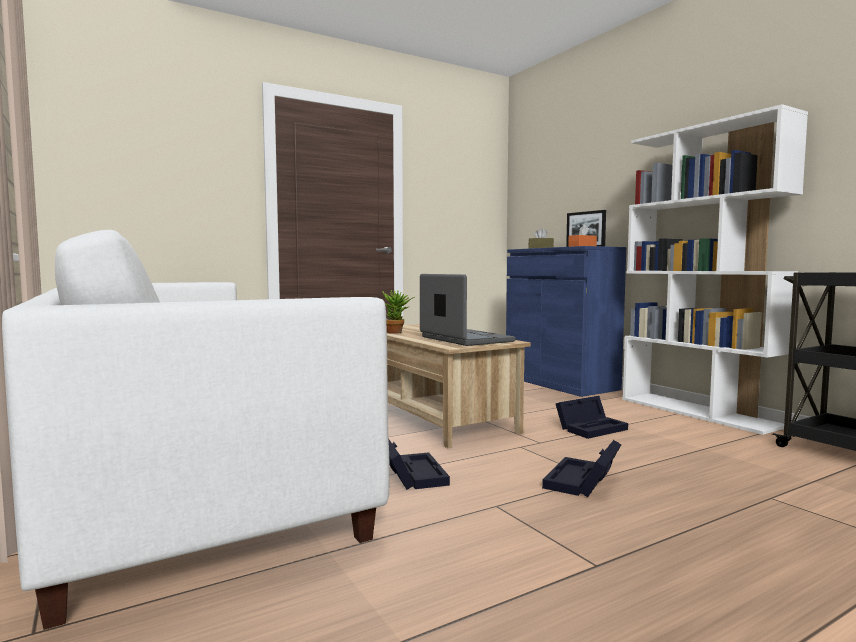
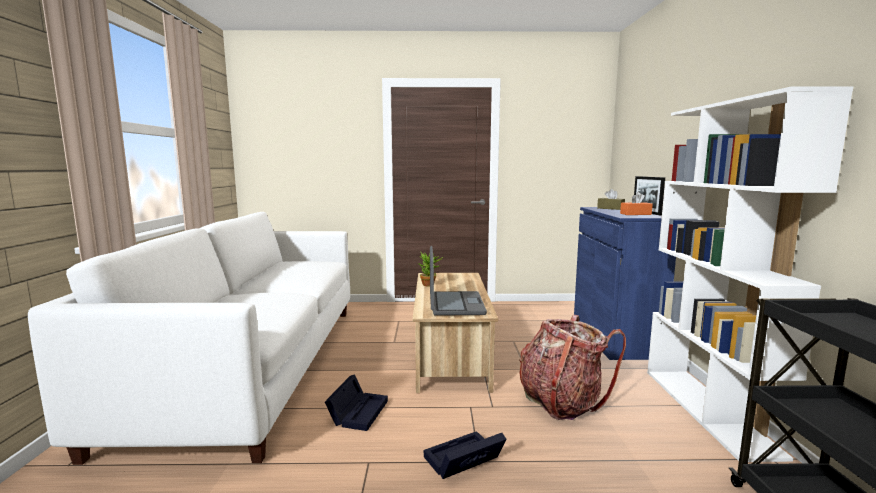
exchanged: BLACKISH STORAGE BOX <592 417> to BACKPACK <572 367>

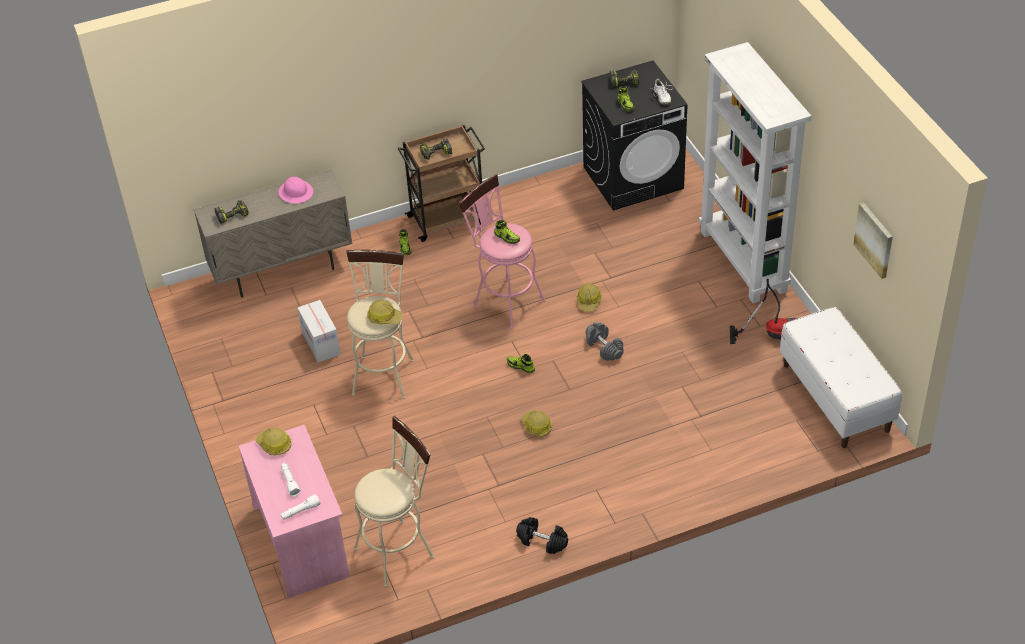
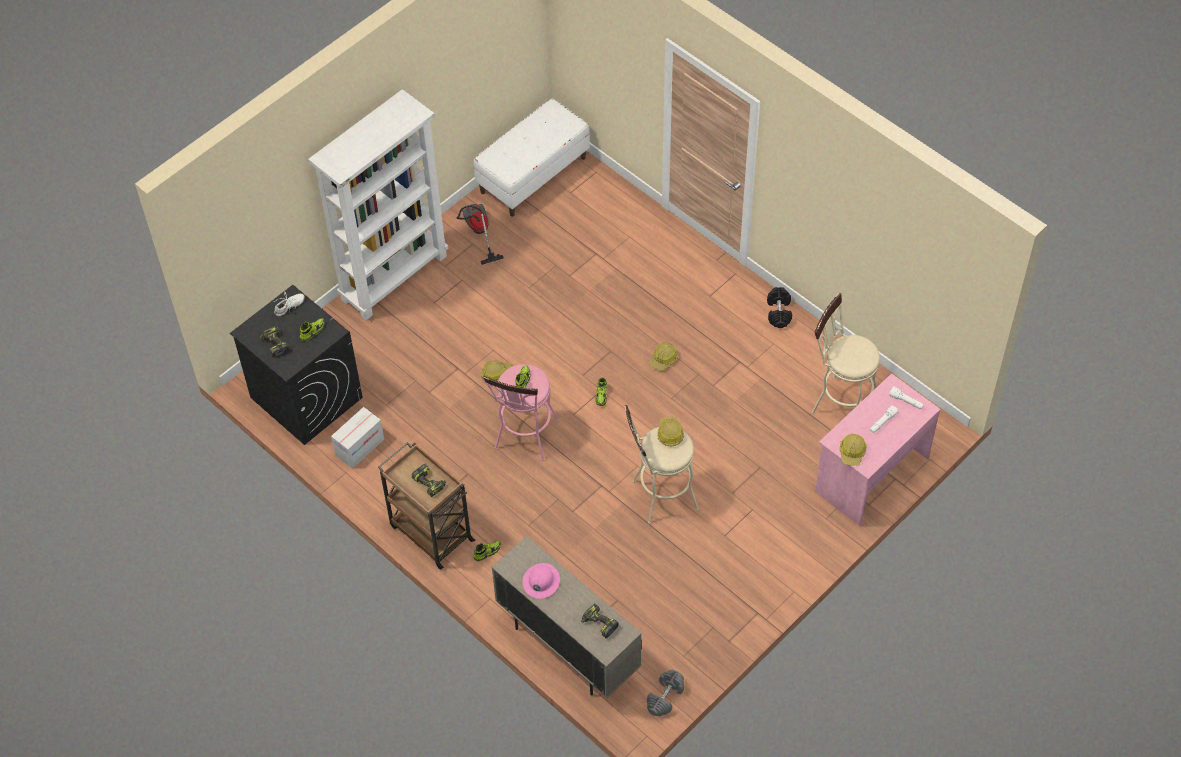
missing: WALL PICTURE <873 240>
relocated: CARTON <319 331> to <357 438>; GREYISH FREE WEIGHT <605 341> to <665 693>

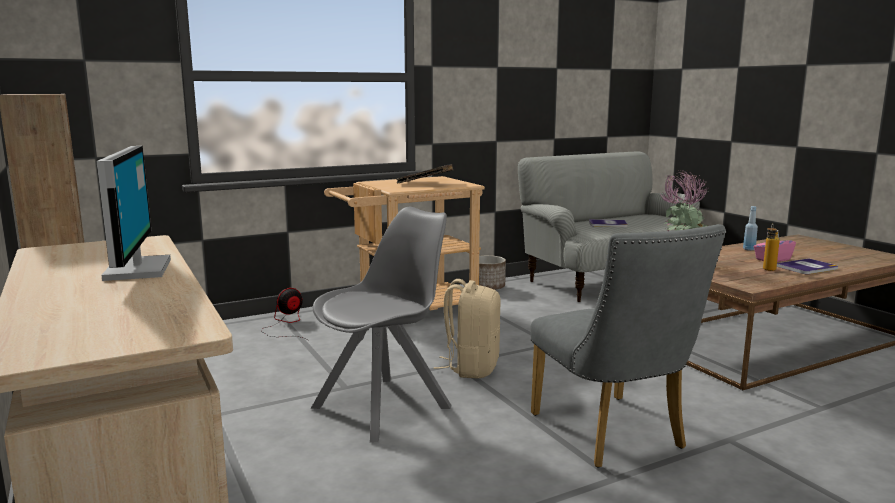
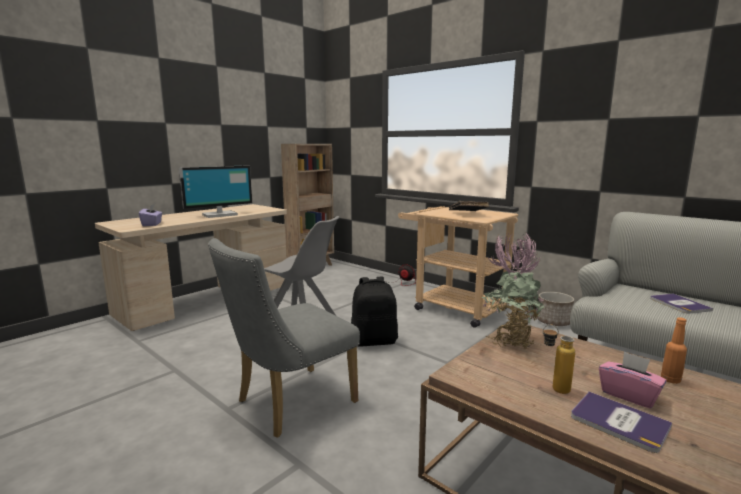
appeared: PURPLE-COLOURED TISSUE HOLDER <150 215>
colour: BLUISH BOTTLE <750 228> to ORANGE-COLOURED BOTTLE <674 350>; BEIGE-COLOURED BACKPACK <467 329> to BLACKISH BACKPACK <374 312>

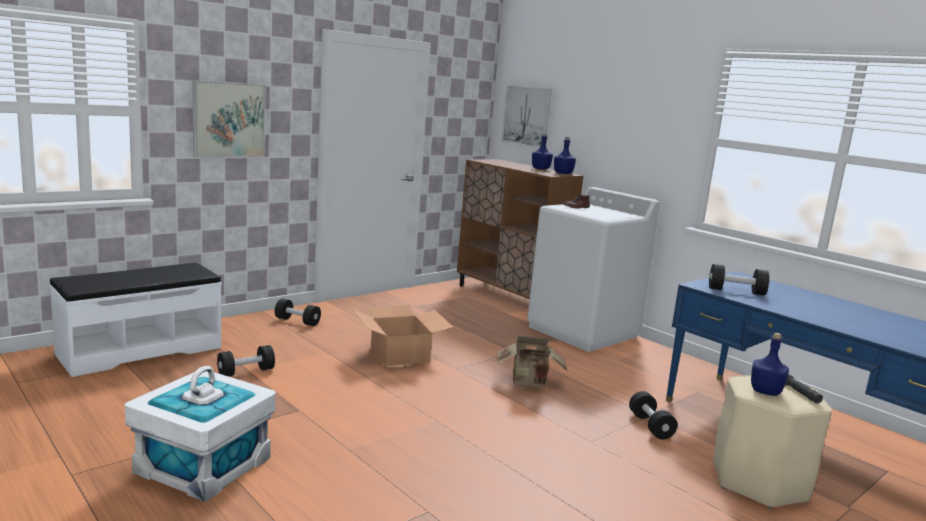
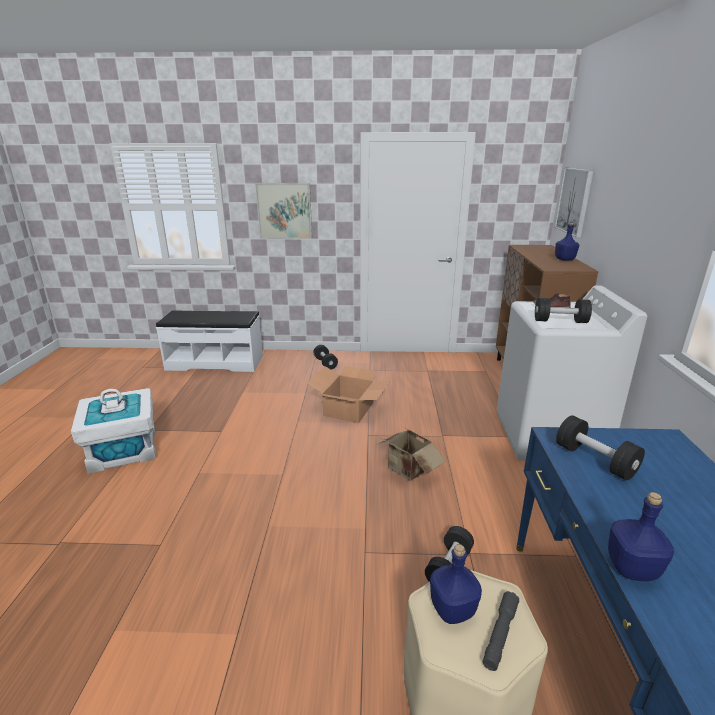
relocated: BLUISH BOTTLE <565 155> to <641 536>; BLACKISH FREE WEIGHT <246 360> to <563 310>

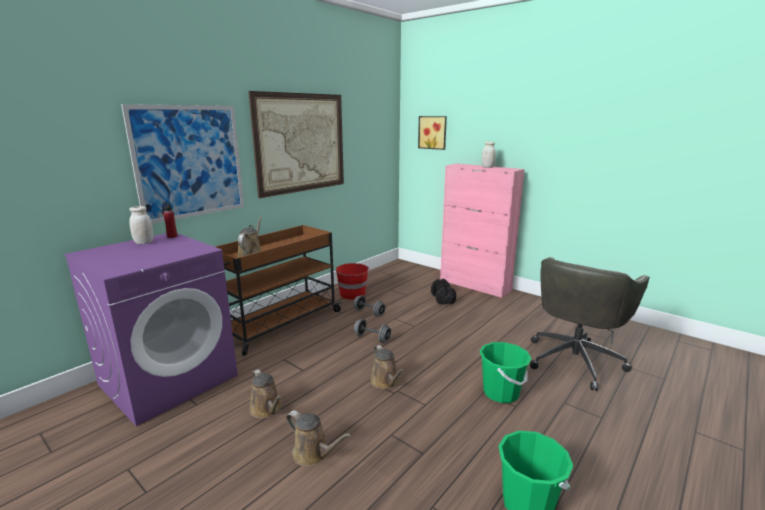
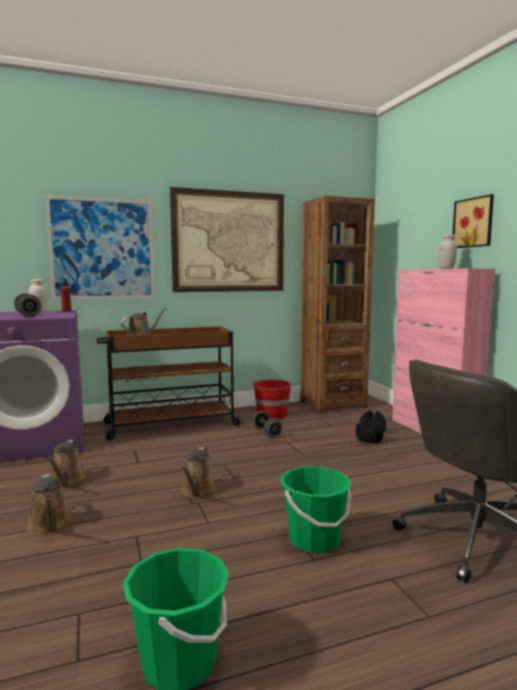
appeared: BROWNISH BOOKSHELF <337 305>
relocated: WALL PICTURE <432 133> to <473 221>; GREYISH FREE WEIGHT <372 330> to <27 304>

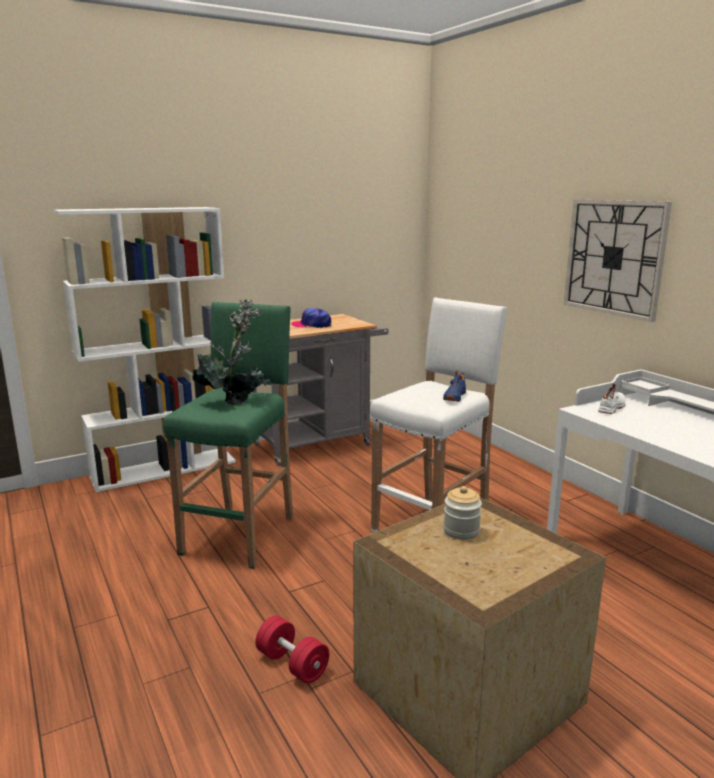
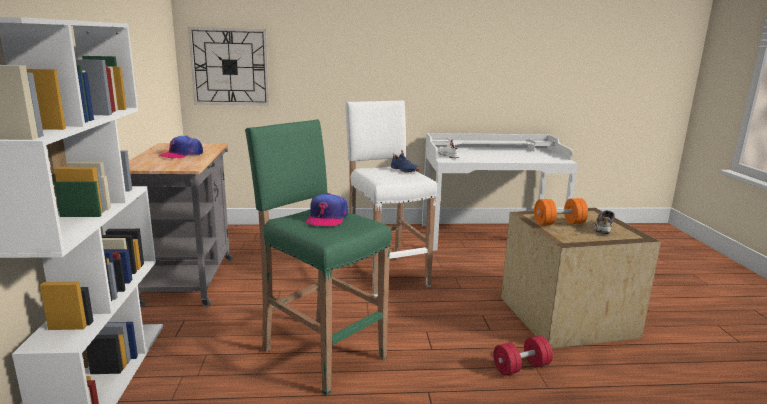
appeared: LOW SHOE <604 222>
relocated: WALL CLOCK <618 261> to <228 66>
exchanged: POTTED PLANT <232 352> to BASEBALL CAP <327 210>; STORAGE JAR <462 513> to ORANGE-COLOURED FREE WEIGHT <561 211>

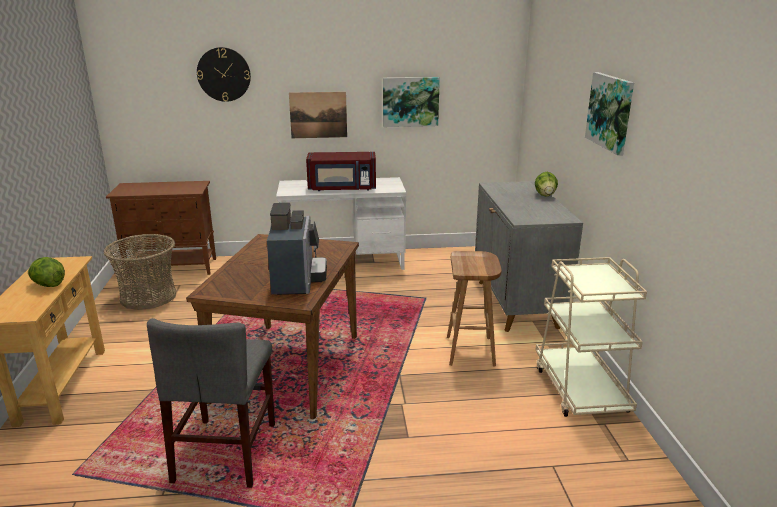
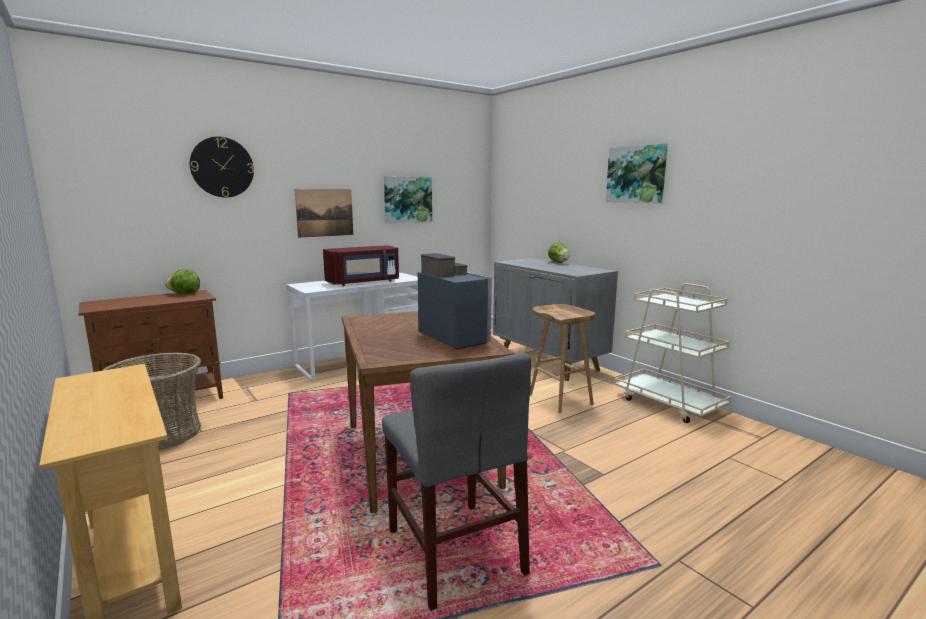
relocated: LETTUCE <46 272> to <182 281>

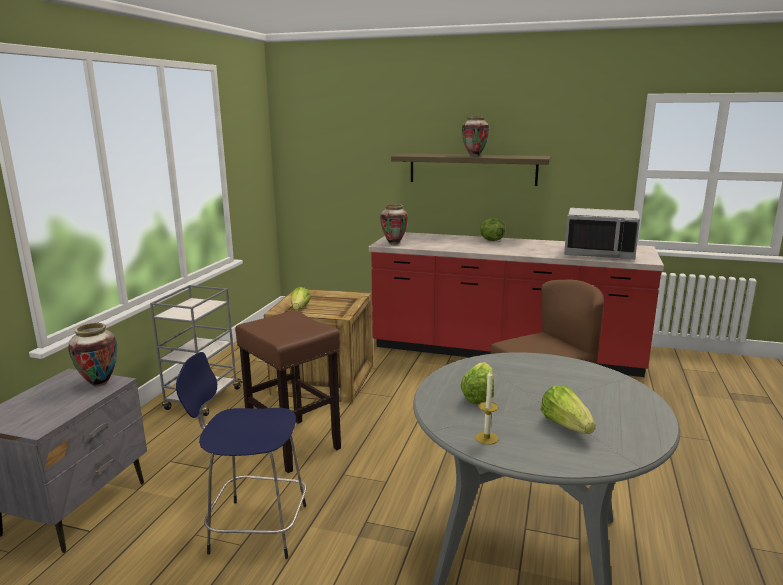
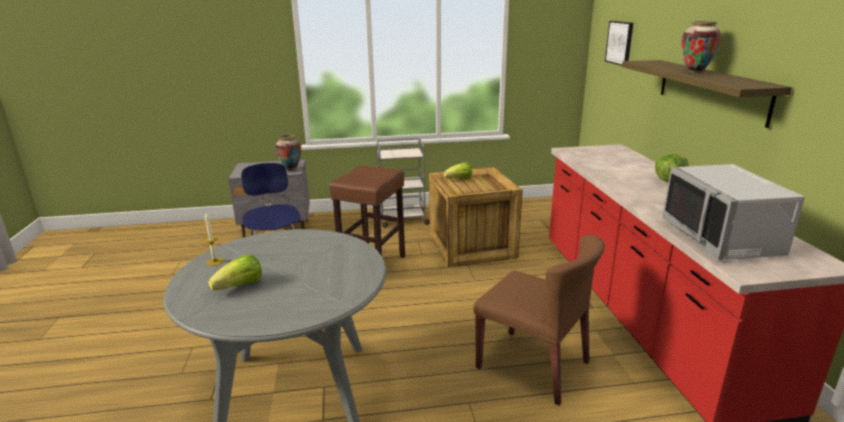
missing: DECORATIVE VASE <394 224>; LETTUCE <477 383>
appeared: WALL PICTURE <619 43>

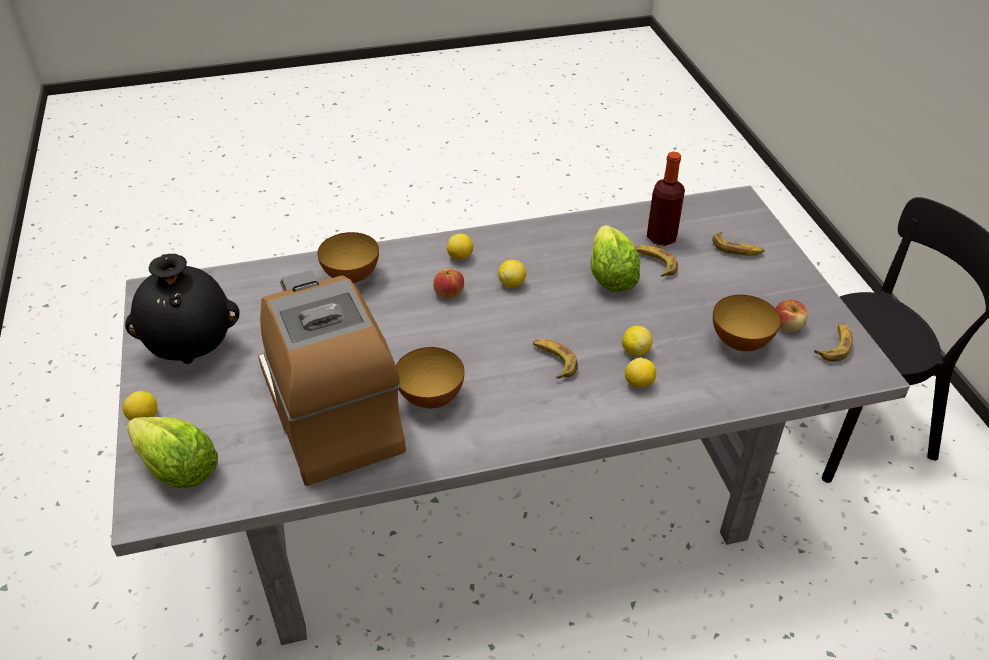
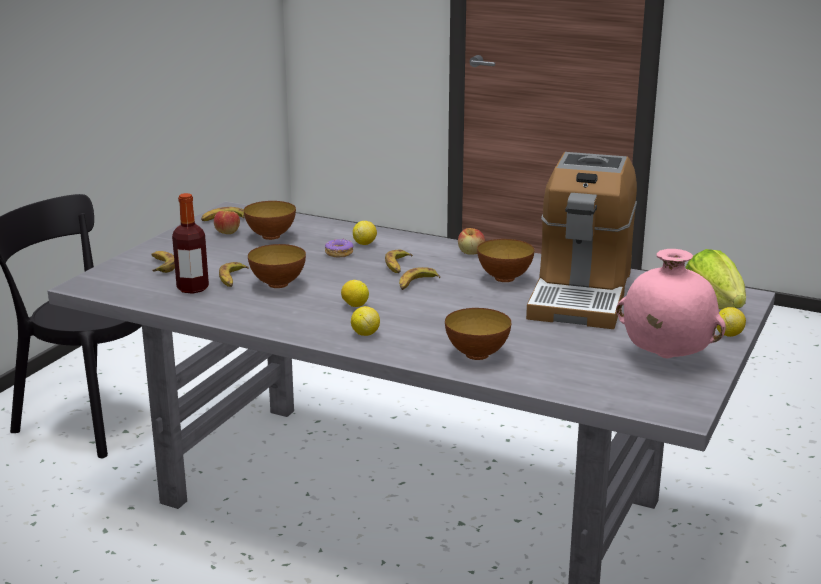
appeared: WHOLE BANANA <419 278>
relocated: WHOLE APPLE <448 284> to <471 241>
exchanged: LETTUCE <615 258> to BOWL <277 266>; LEMON <637 341> to RING DOUGHNUT <339 248>
colour: BLACKISH DECORATIVE VASE <182 309> to PINK DECORATIVE VASE <671 303>

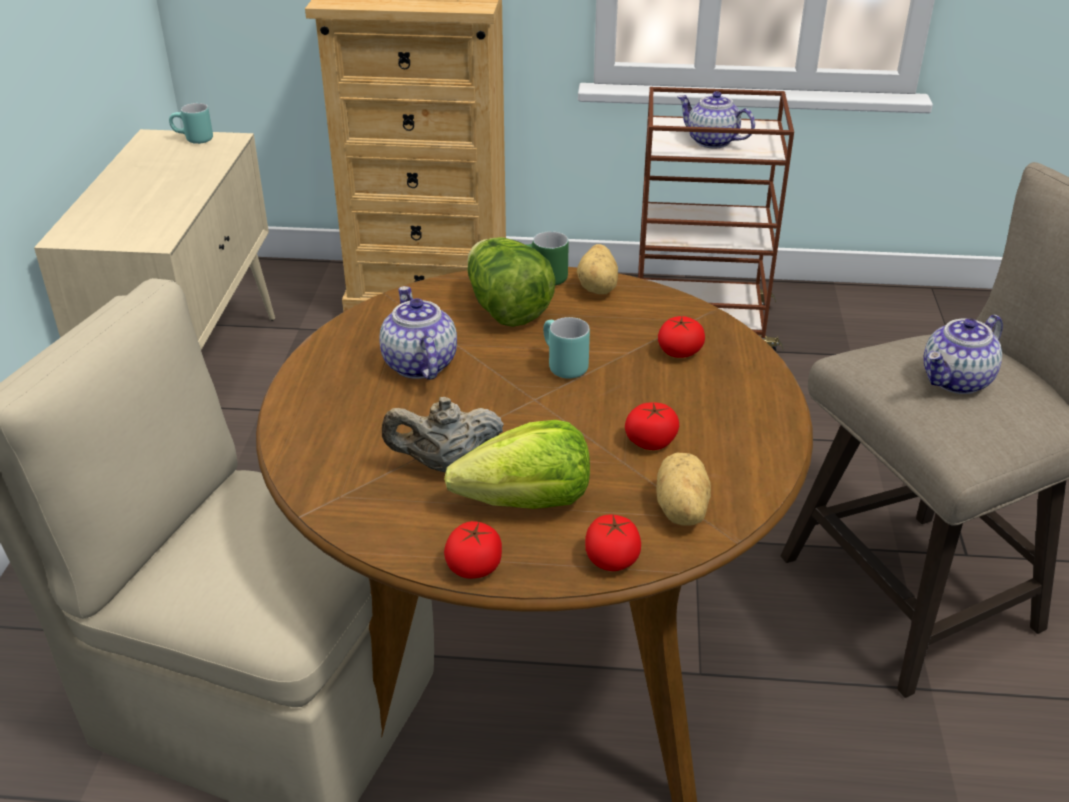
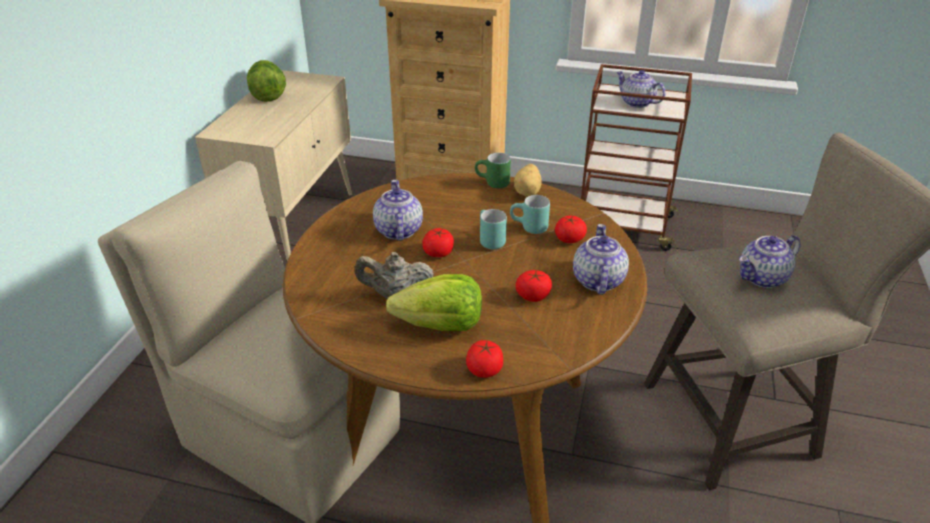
missing: POTATO <683 489>
appeared: TEA POT <601 259>
relocated: BLUE-GREEN COFFEE MUG <191 123> to <530 214>; LETTUCE <511 282> to <266 81>; FRESH TOMATO <473 550> to <438 242>

